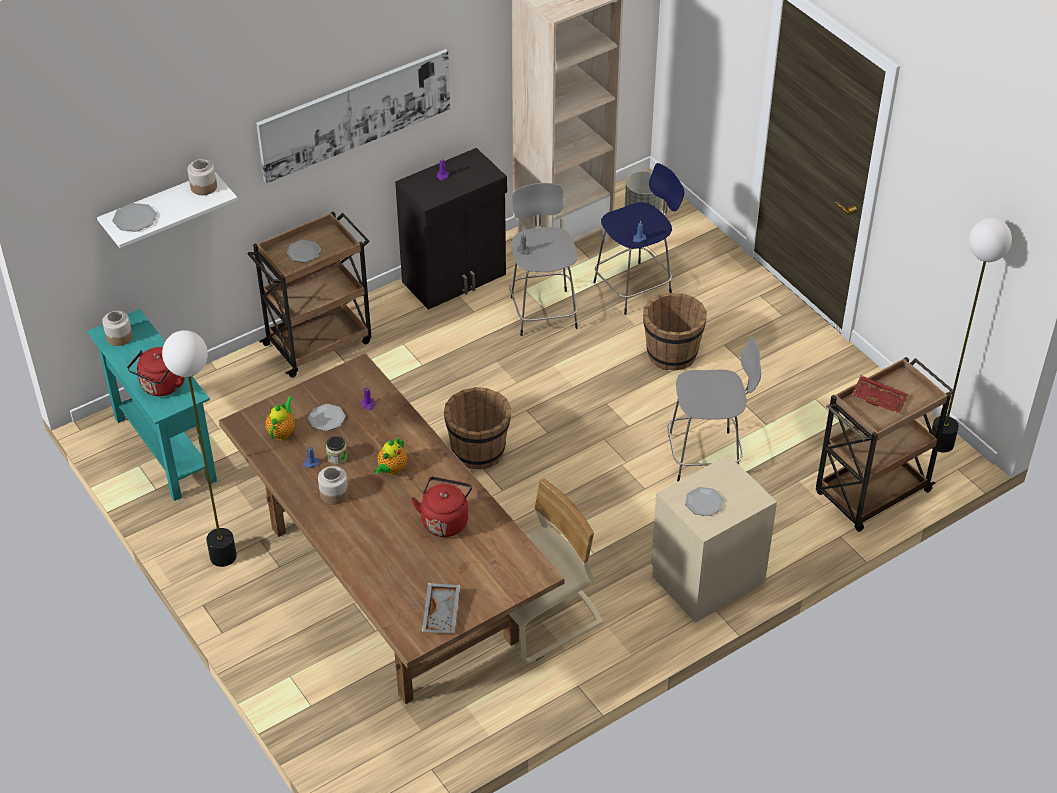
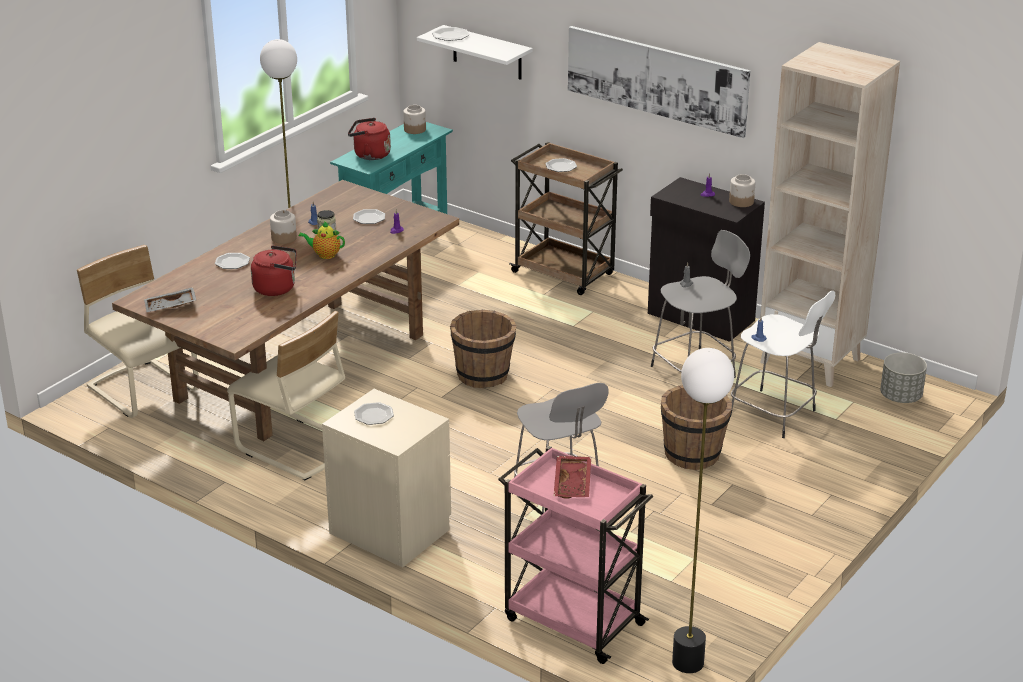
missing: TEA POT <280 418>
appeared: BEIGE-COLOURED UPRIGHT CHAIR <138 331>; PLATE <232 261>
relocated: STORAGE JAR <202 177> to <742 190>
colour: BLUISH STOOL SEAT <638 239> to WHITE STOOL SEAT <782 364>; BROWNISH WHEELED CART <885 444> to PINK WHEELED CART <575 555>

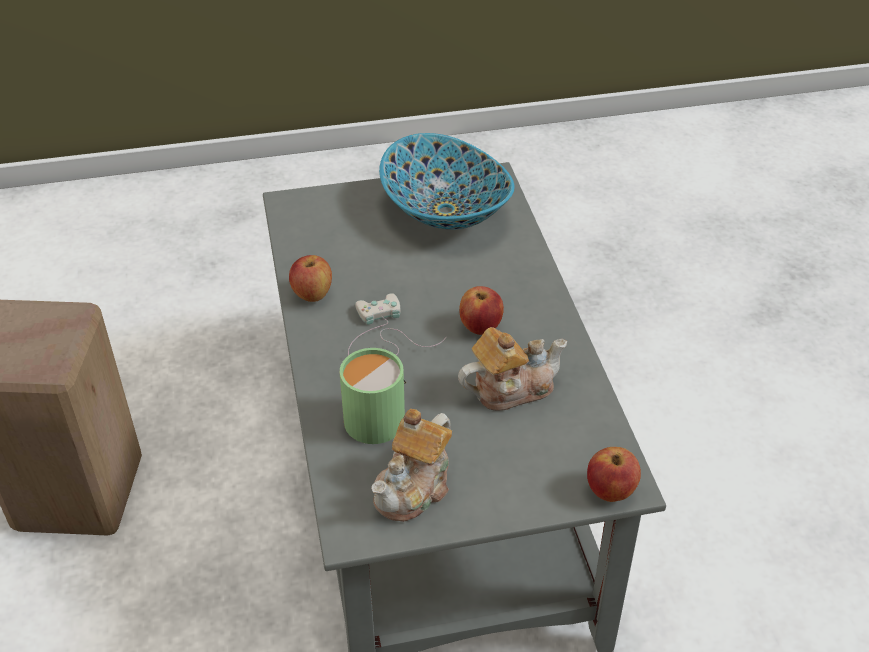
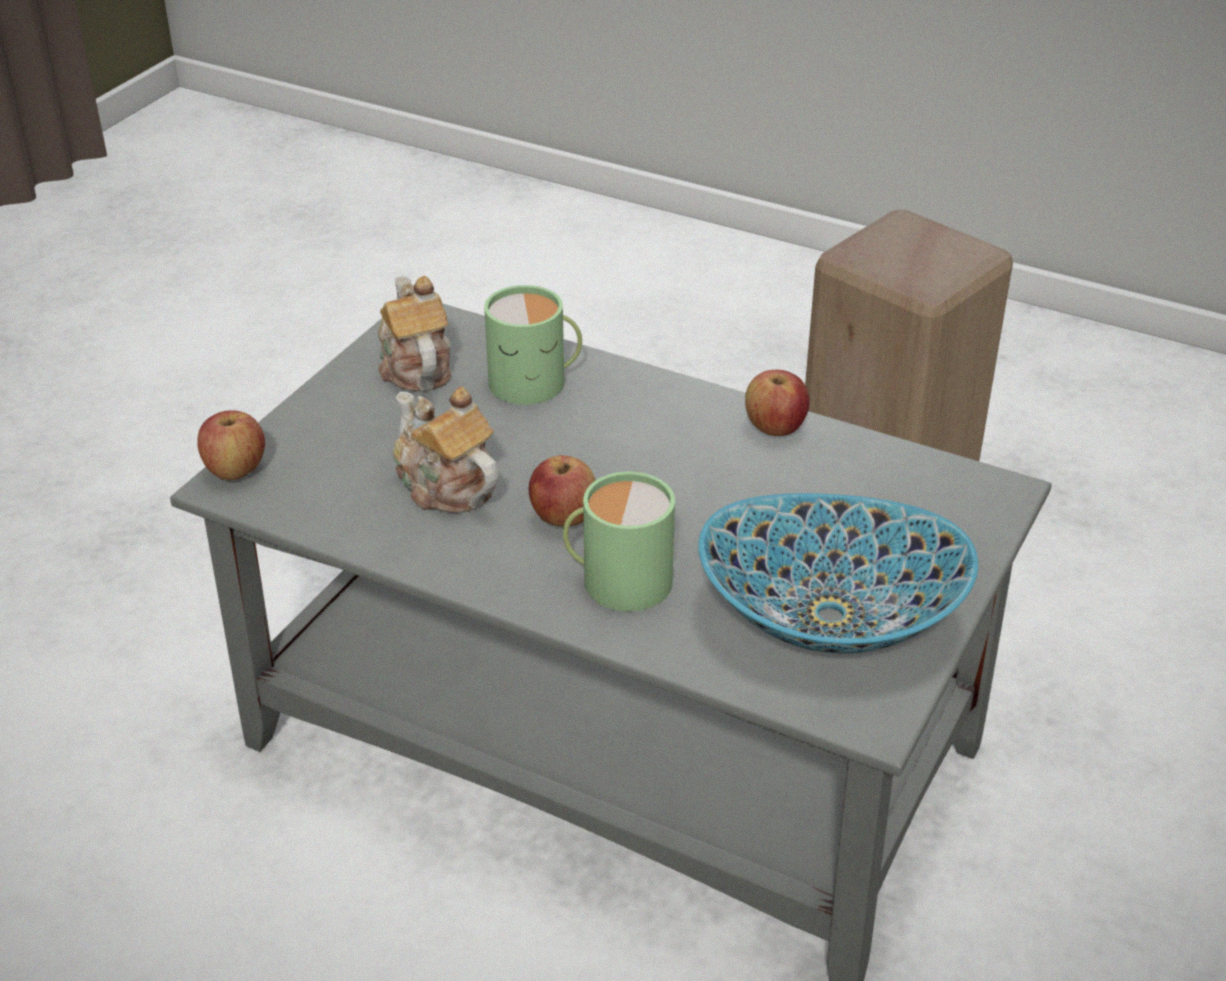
missing: WHITE GAMEPAD <397 324>
appeared: GREENISH COFFEE MUG <619 542>
spun: TEA POT <513 369> = <446 449> 120 degrees clockwise

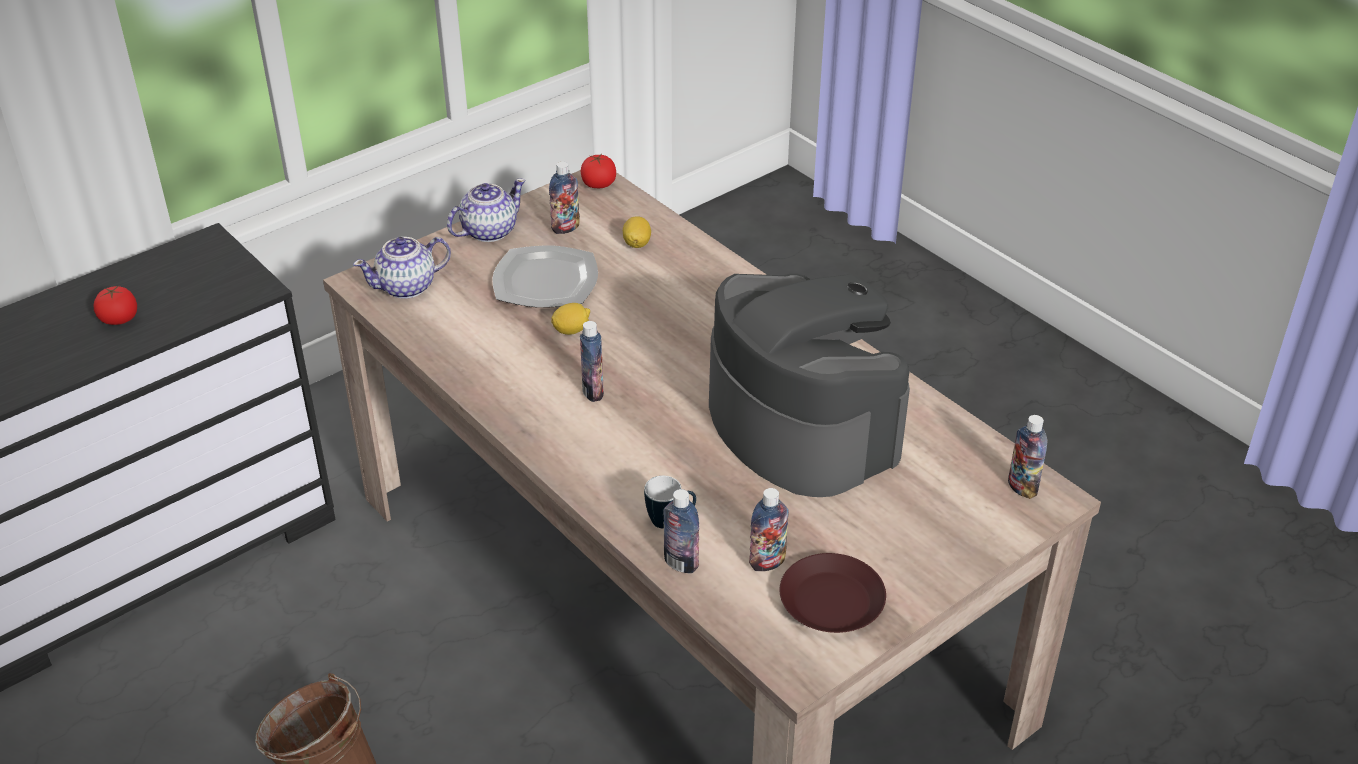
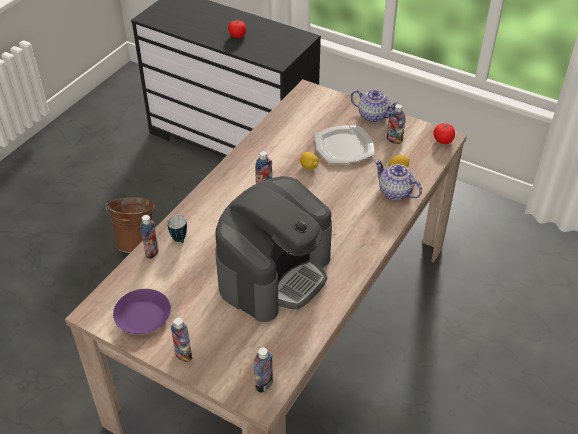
relocated: TEA POT <402 268> to <398 180>; BOTTLE <769 529> to <181 340>
colour: BROWNISH PLATE <833 593> to PURPLE-COLOURED PLATE <142 311>

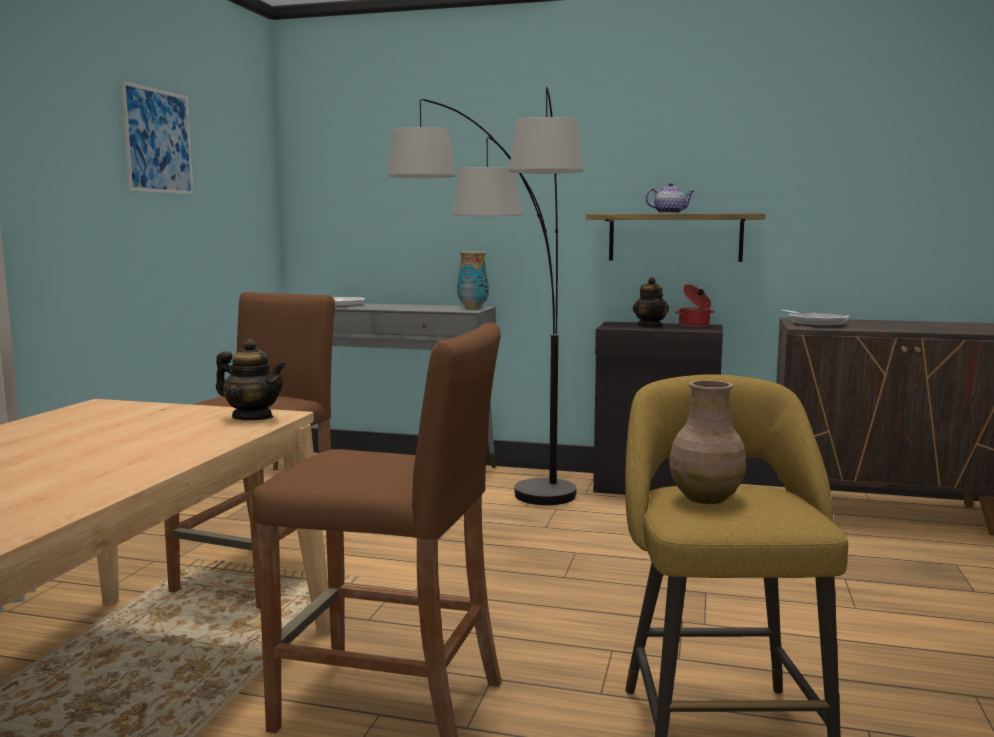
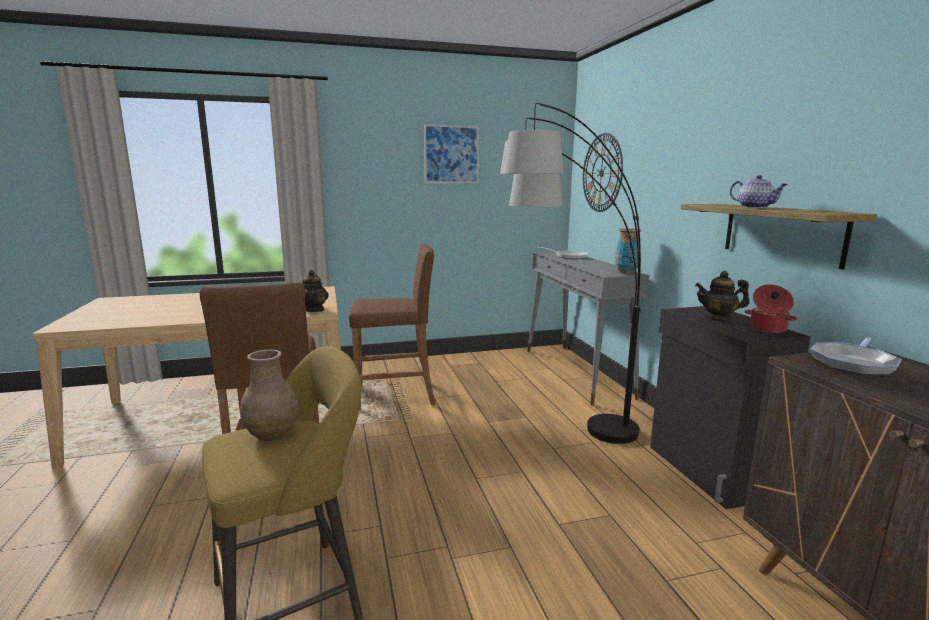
appeared: WALL CLOCK <603 172>
spun: TEA POT <651 302> = <722 296> 45 degrees clockwise

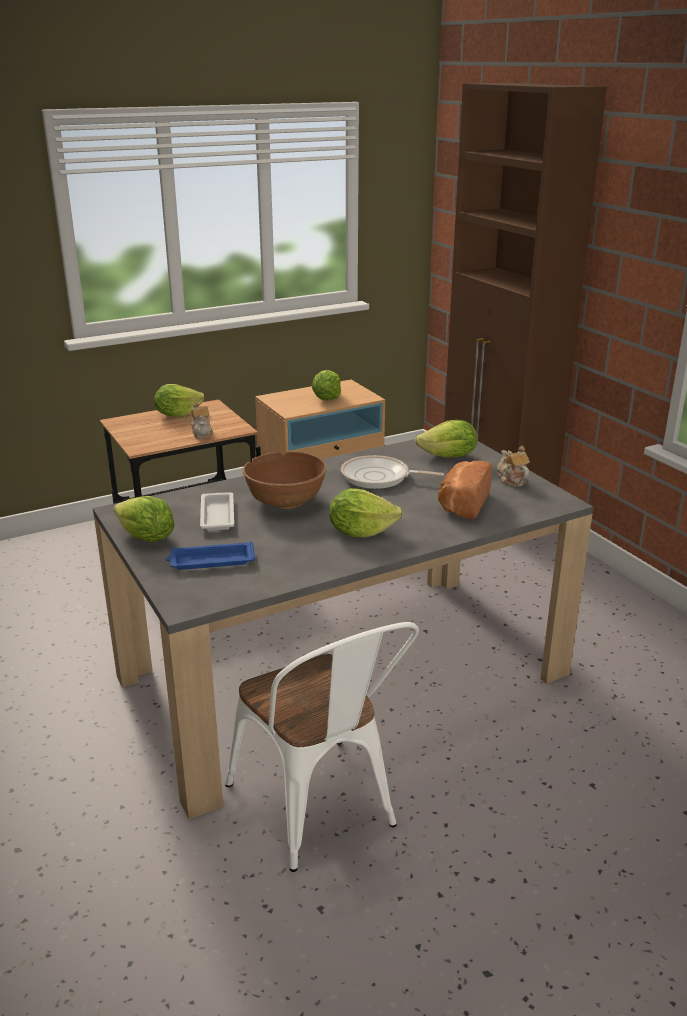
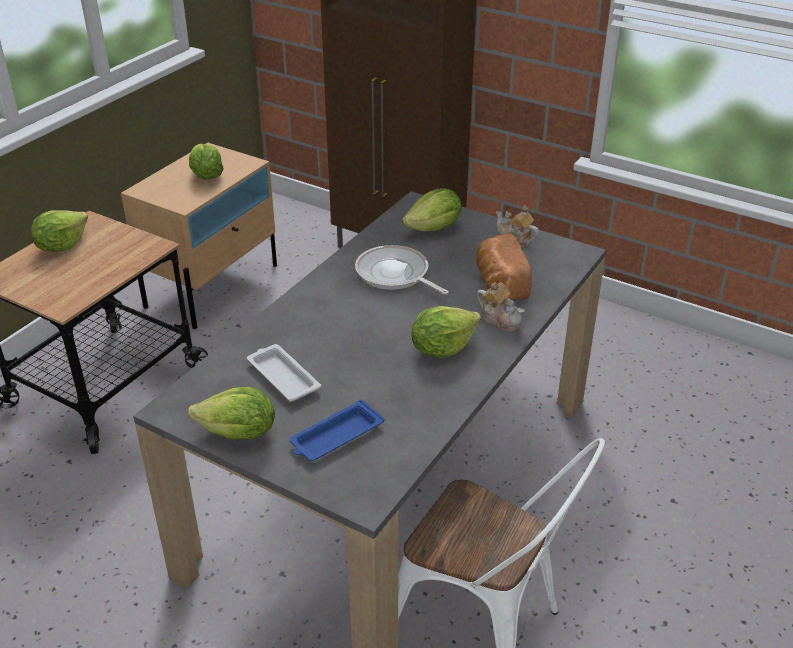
missing: BROWNISH BOWL <284 480>
relocated: TEA POT <202 420> to <501 307>
spun: PAN <392 472> = <402 270> 60 degrees clockwise

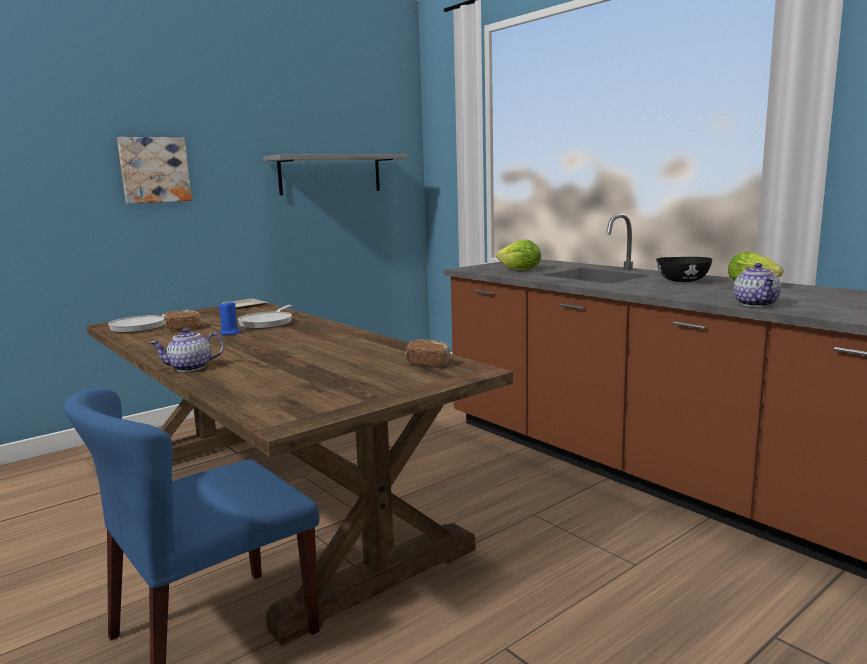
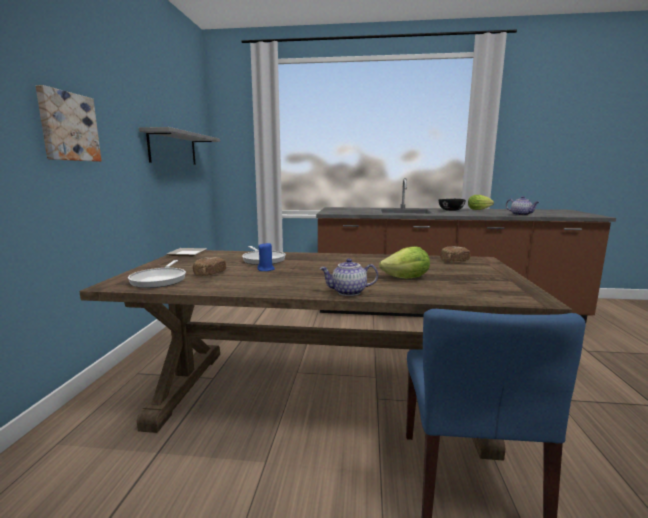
relocated: LETTUCE <518 255> to <404 262>
spun: TEA POT <187 350> = <348 277> 60 degrees clockwise

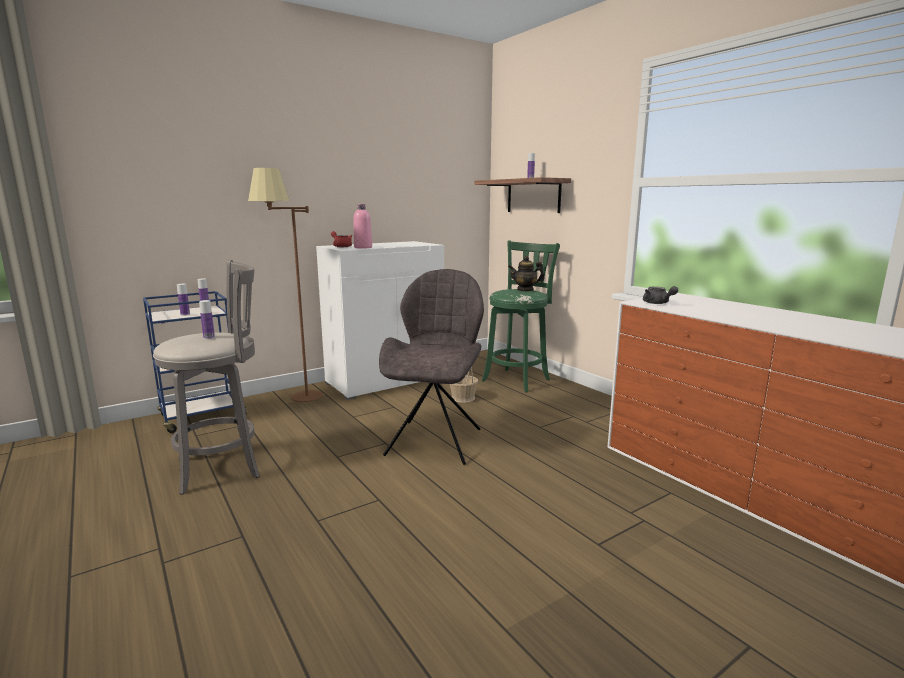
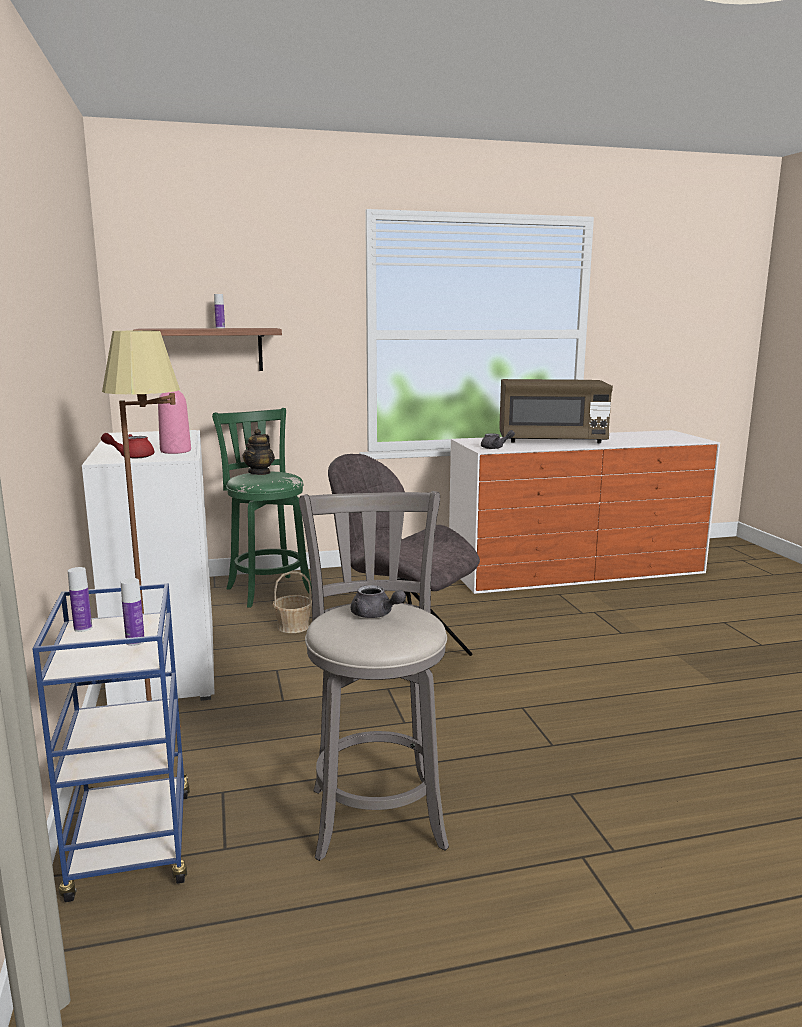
appeared: BROWNISH MICROWAVE <556 411>
exchanged: BOTTLE <207 319> to GREYISH TEA POT <378 601>

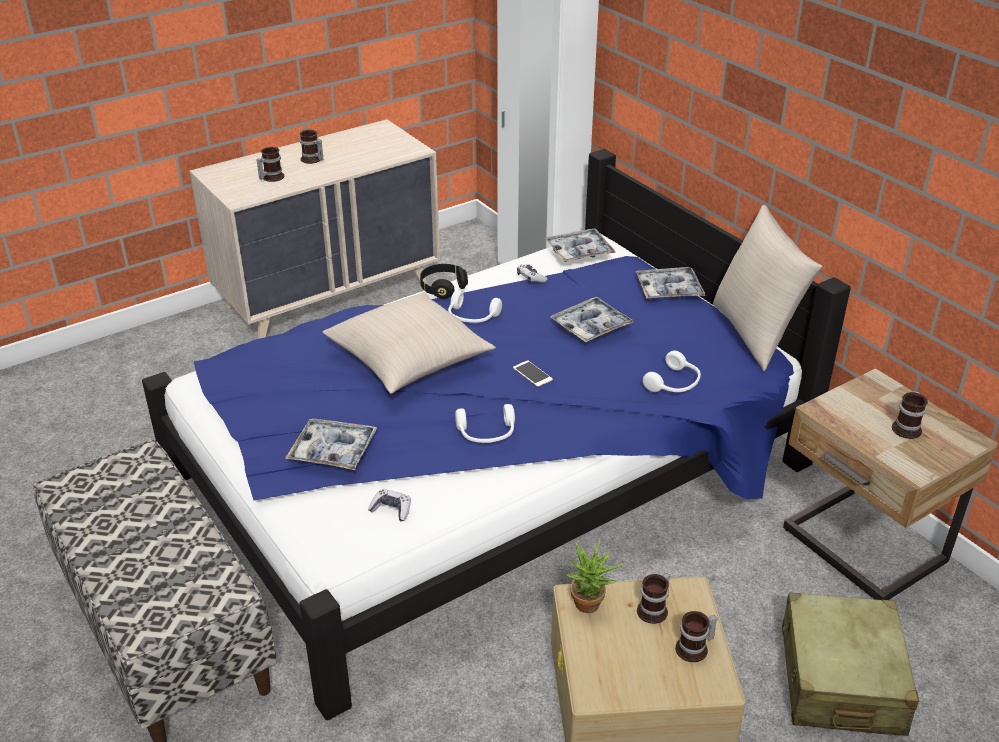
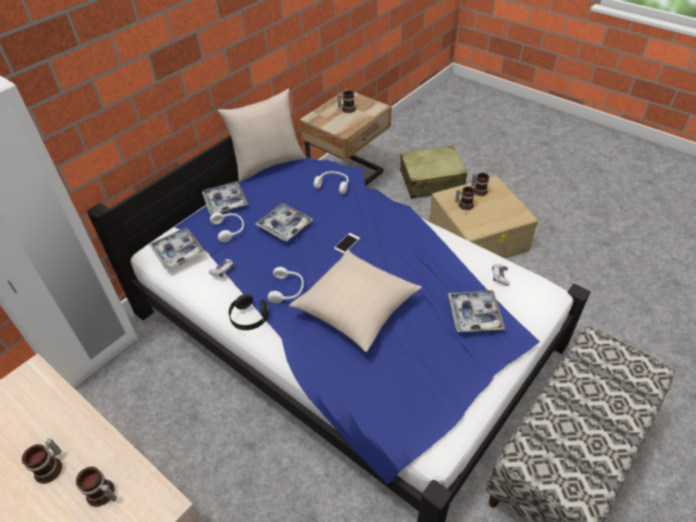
missing: POTTED PLANT <595 575>
relocated: WHITE HEADPHONES <485 423> to <227 227>

